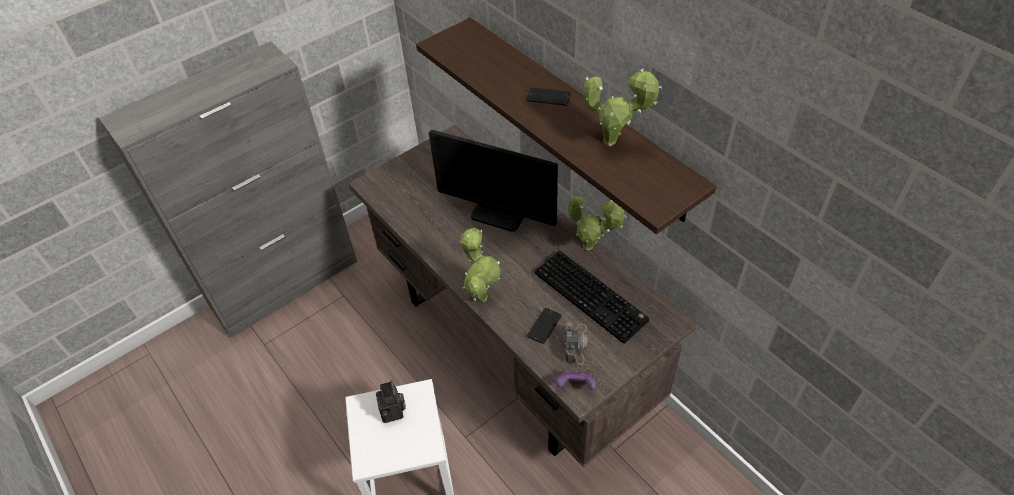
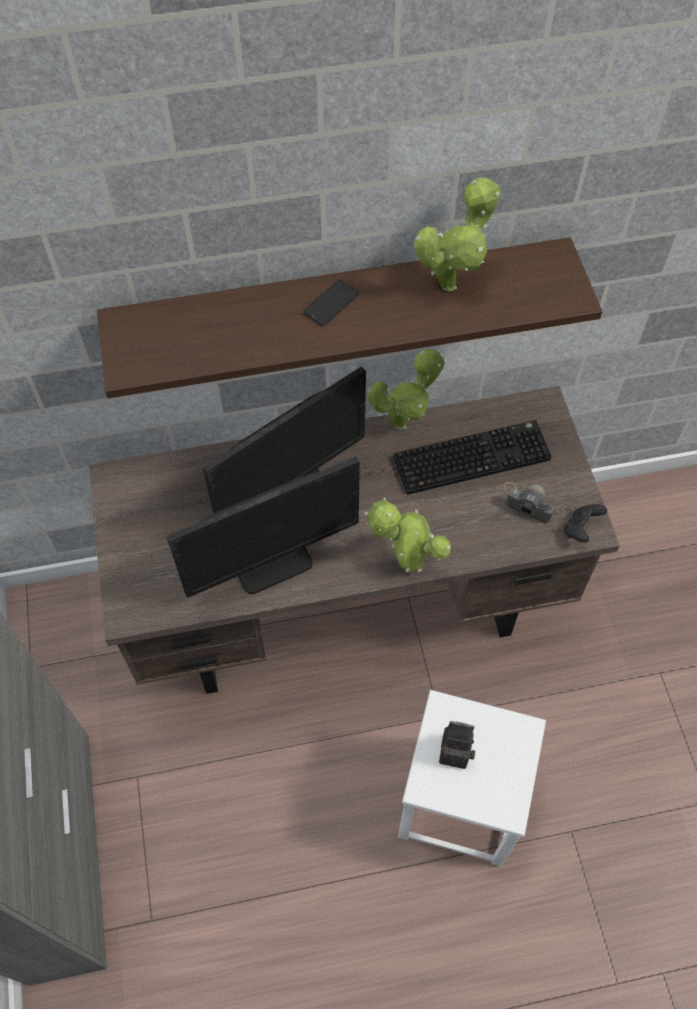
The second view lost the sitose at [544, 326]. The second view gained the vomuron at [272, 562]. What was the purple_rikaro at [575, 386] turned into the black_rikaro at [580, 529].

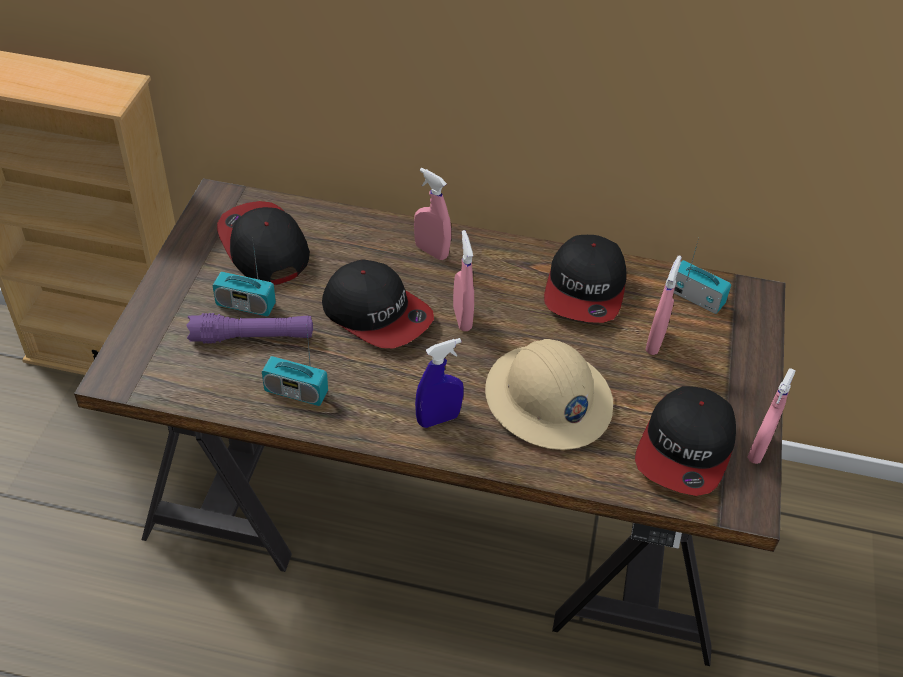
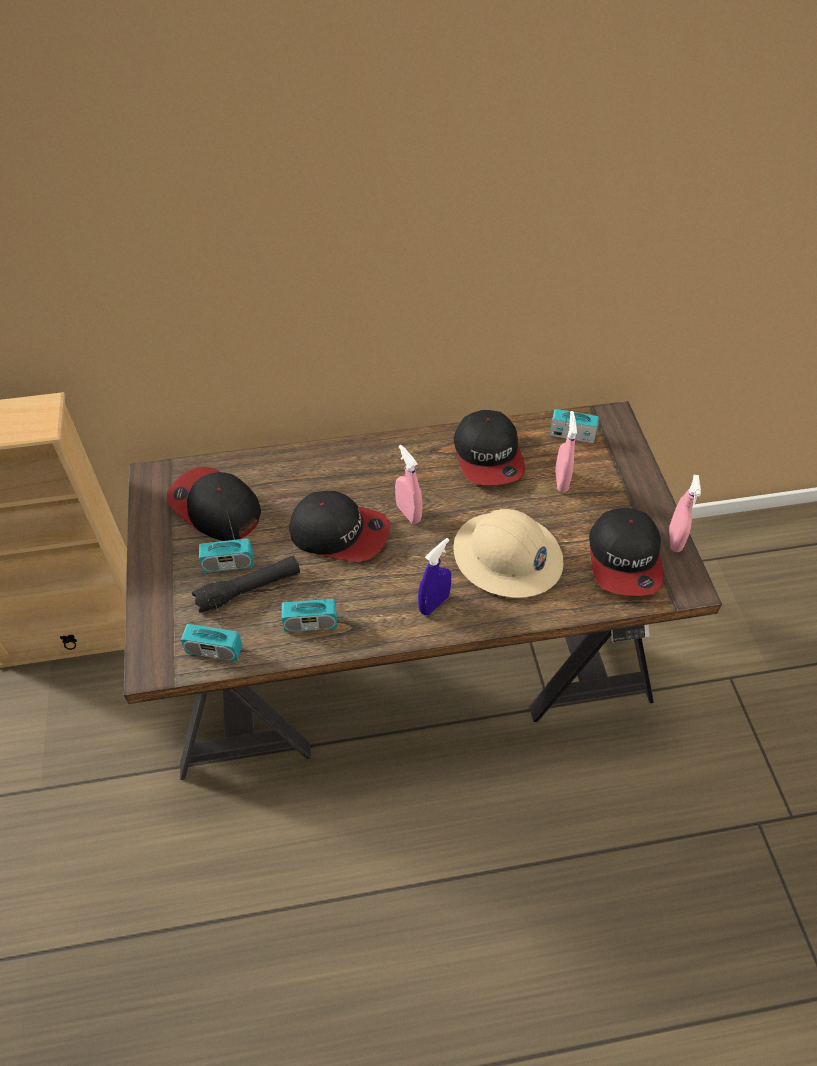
The second view lost the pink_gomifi at [431, 251]. The second view gained the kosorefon at [214, 650]. What was the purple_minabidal at [252, 337] turned into the black_minabidal at [249, 589].

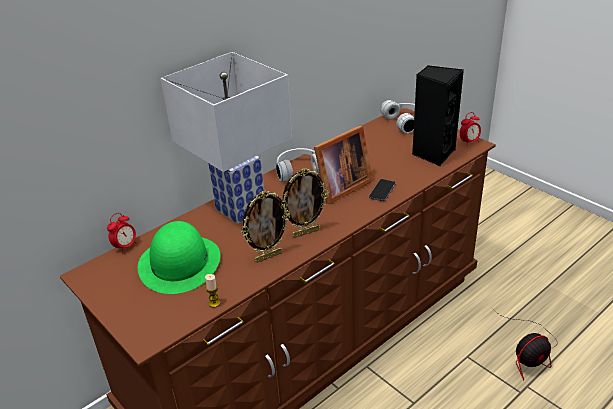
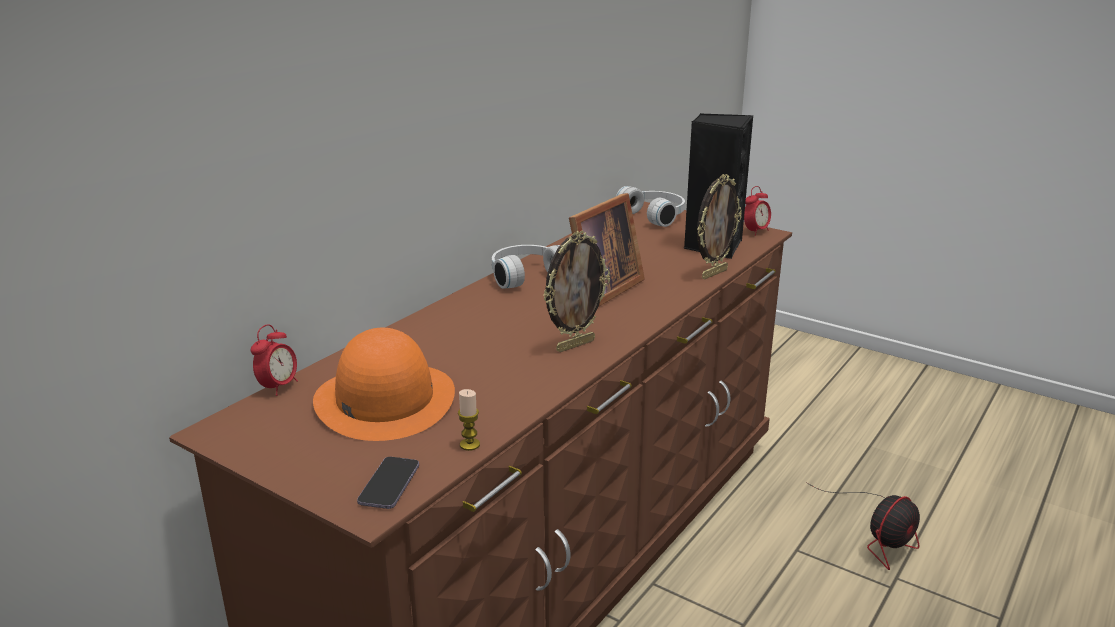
The second view lost the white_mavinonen at [242, 209]. The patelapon ended up elsewhere, having gone from [268, 256] to [713, 273]. The sitose ended up elsewhere, having gone from [382, 191] to [389, 485]. What was the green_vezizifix at [179, 263] turned into the orange_vezizifix at [384, 399].

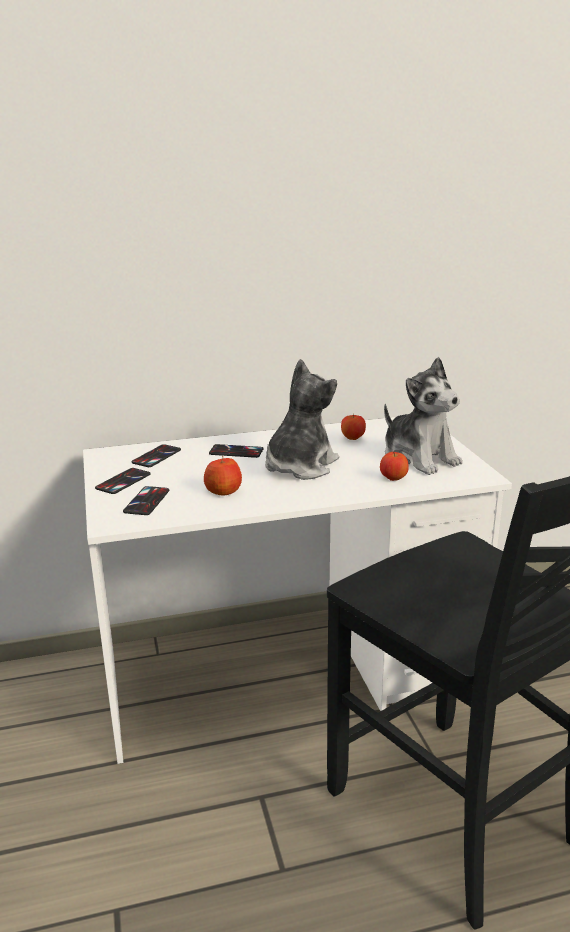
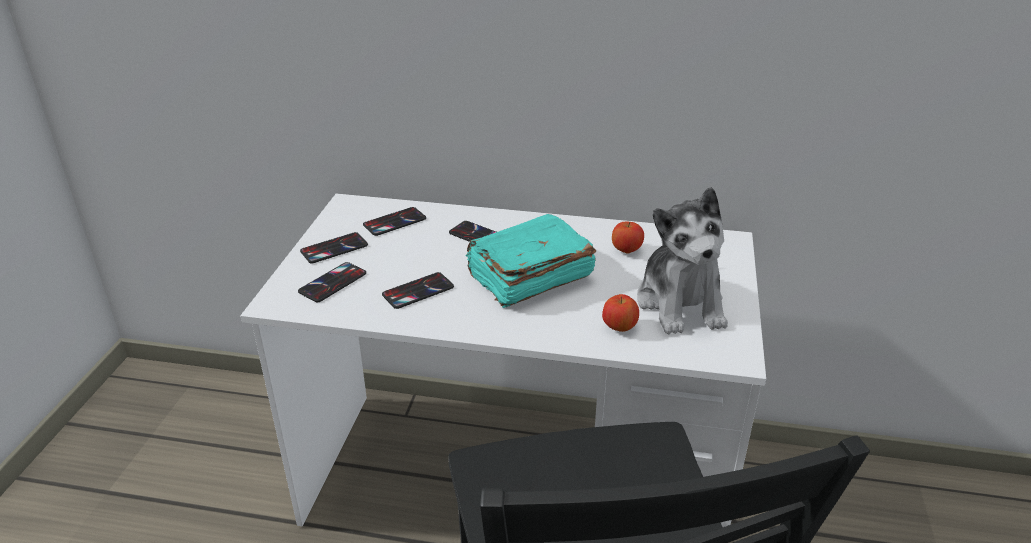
Where the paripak stood at [223, 491], the sitose came to stand at [418, 291]. Where the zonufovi stood at [299, 467], the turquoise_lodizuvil came to stand at [528, 278].

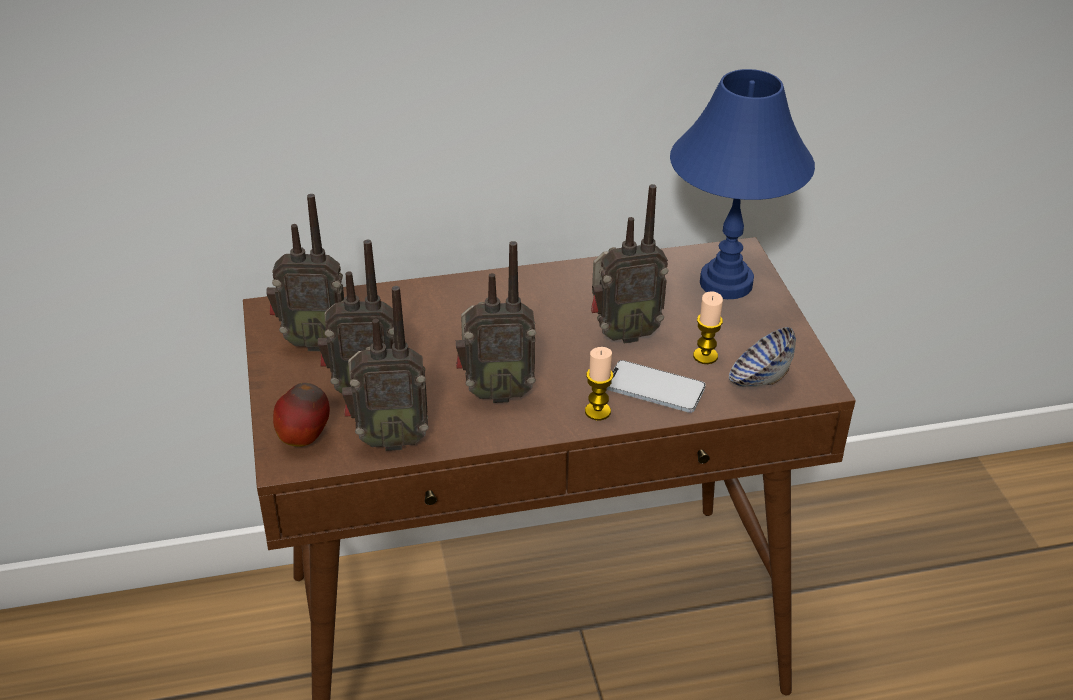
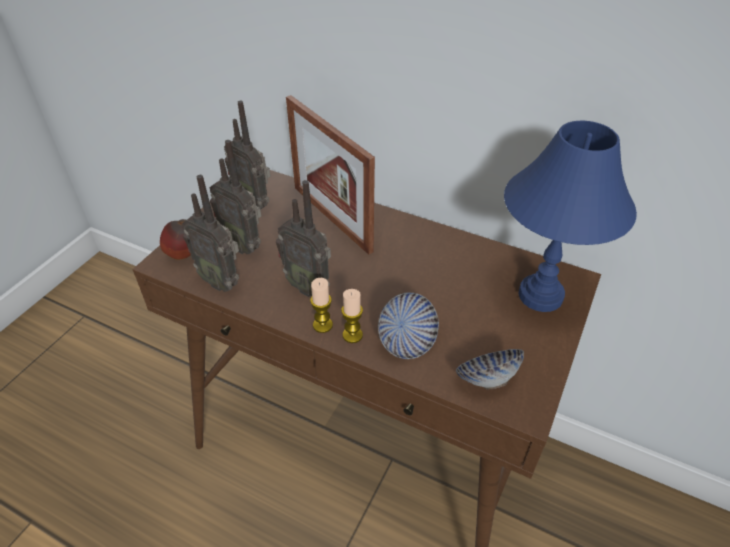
The second view lost the kosorefon at [622, 334]. The second view gained the patelapon at [331, 218]. The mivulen ended up elsewhere, having gone from [705, 356] to [322, 325]. Where the sitose stood at [655, 388], the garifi came to stand at [406, 341].

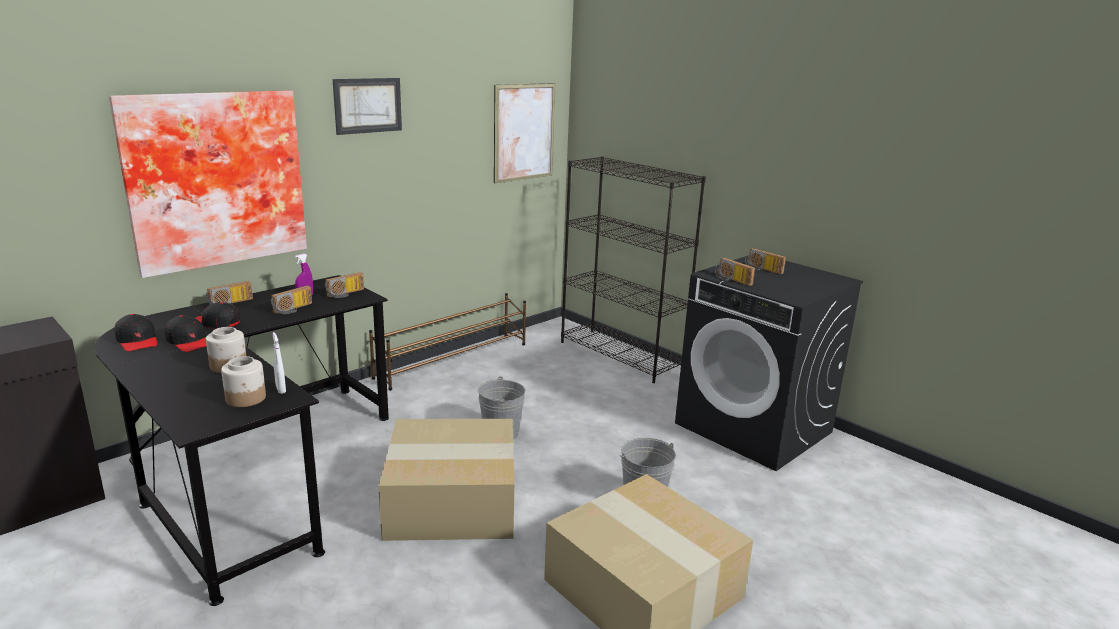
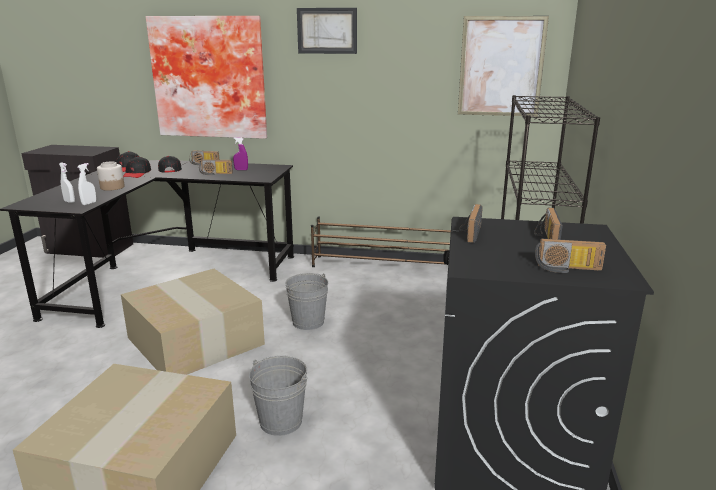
The kosorefon ended up elsewhere, having gone from [346, 294] to [567, 269]. Where the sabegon stood at [246, 398], the white_gomifi came to stand at [69, 202].

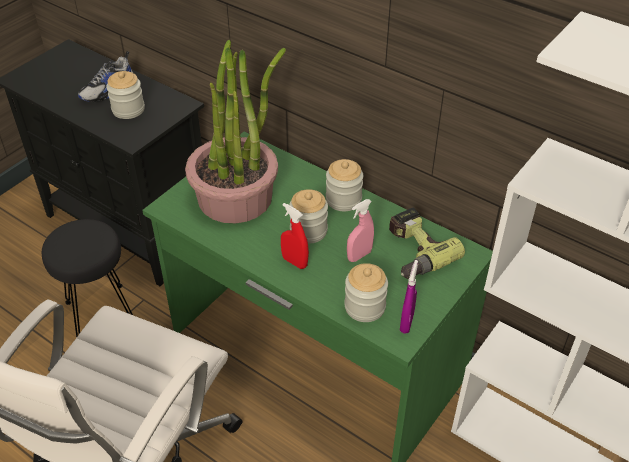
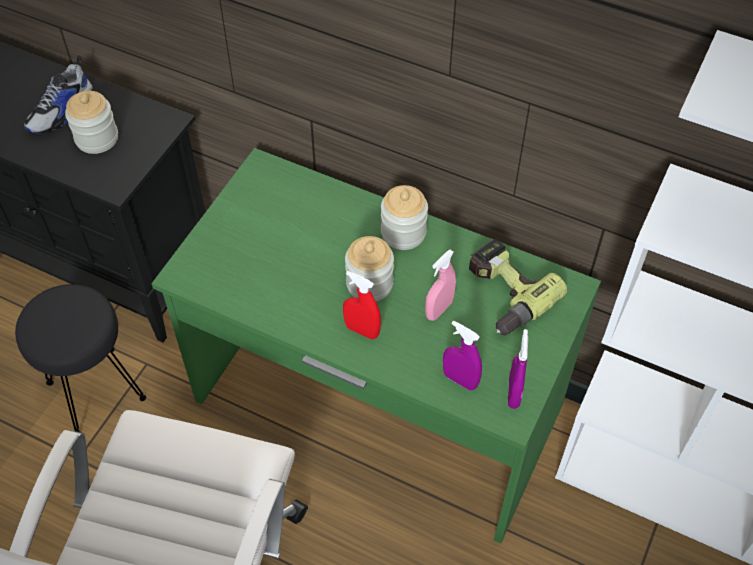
The second view lost the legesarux at [236, 197]. Where the sabegon stood at [364, 307], the purple_gomifi came to stand at [460, 380].

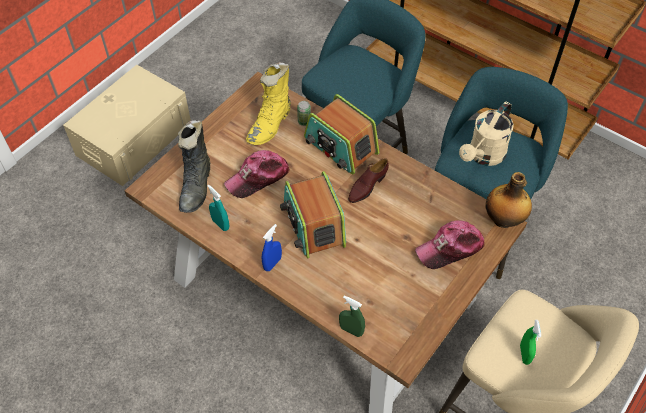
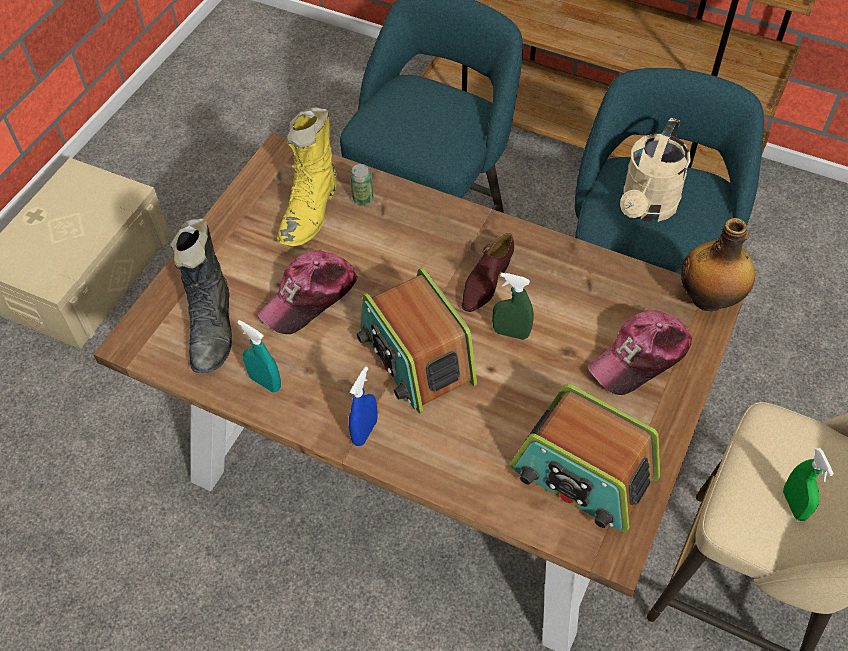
The kosorefon ended up elsewhere, having gone from [340, 146] to [583, 474]. The green_gomifi ended up elsewhere, having gone from [351, 330] to [511, 333].

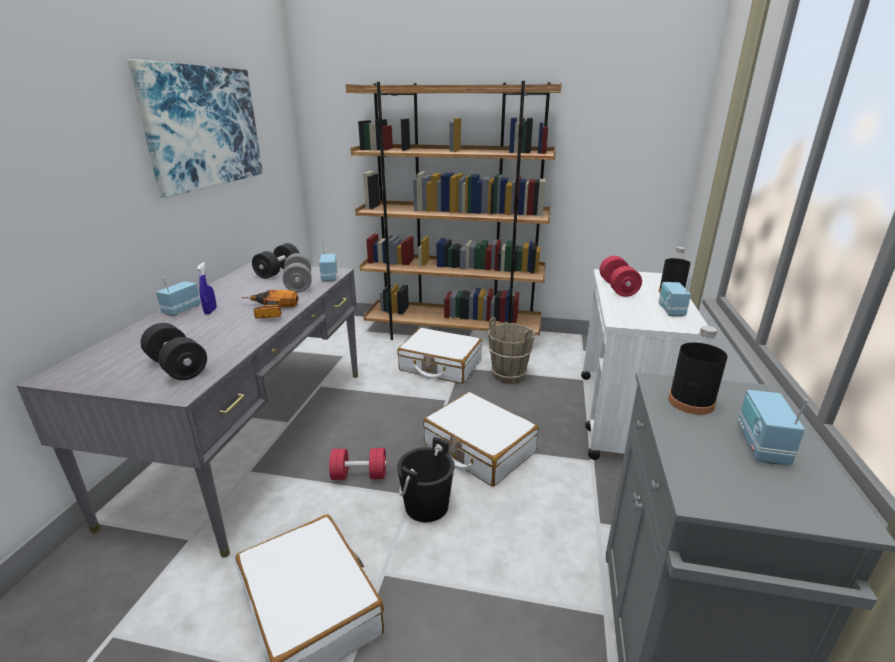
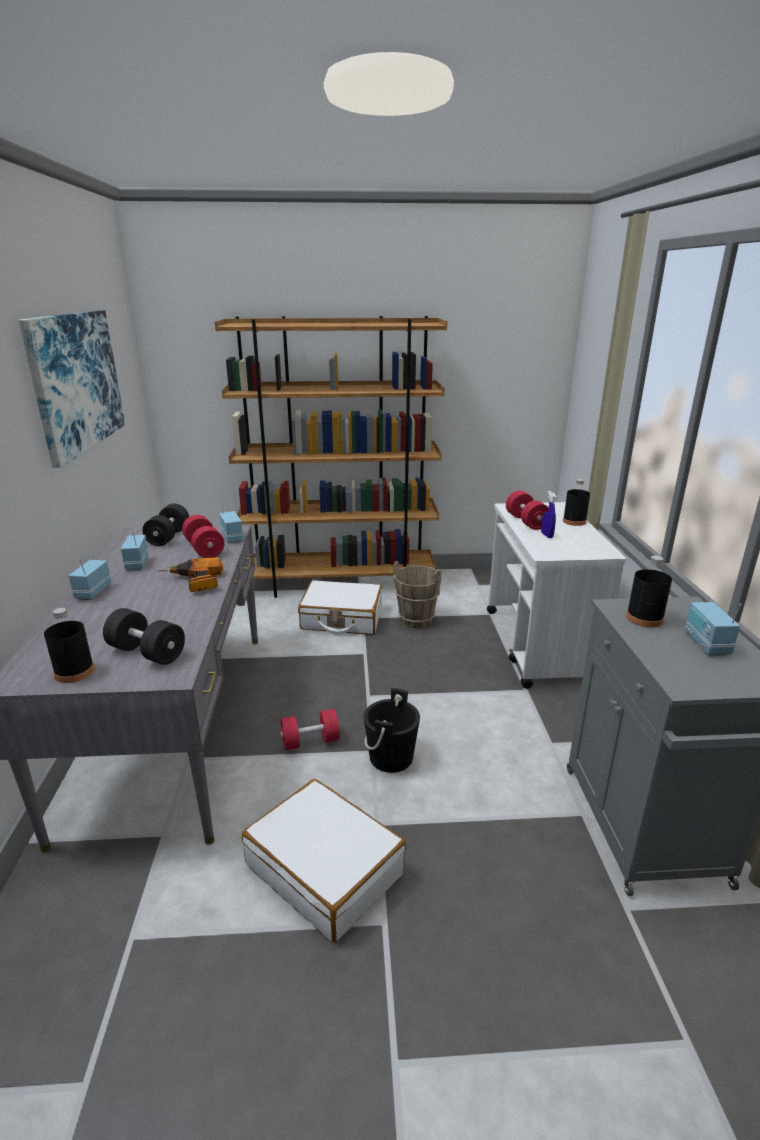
The second view lost the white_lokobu at [478, 449]. The second view gained the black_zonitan at [74, 672]. The blue_gomifi ended up elsewhere, having gone from [210, 311] to [546, 535]. The kosorefon ended up elsewhere, having gone from [670, 310] to [136, 564]. What was the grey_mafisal at [299, 284] turned into the red_mafisal at [204, 549].

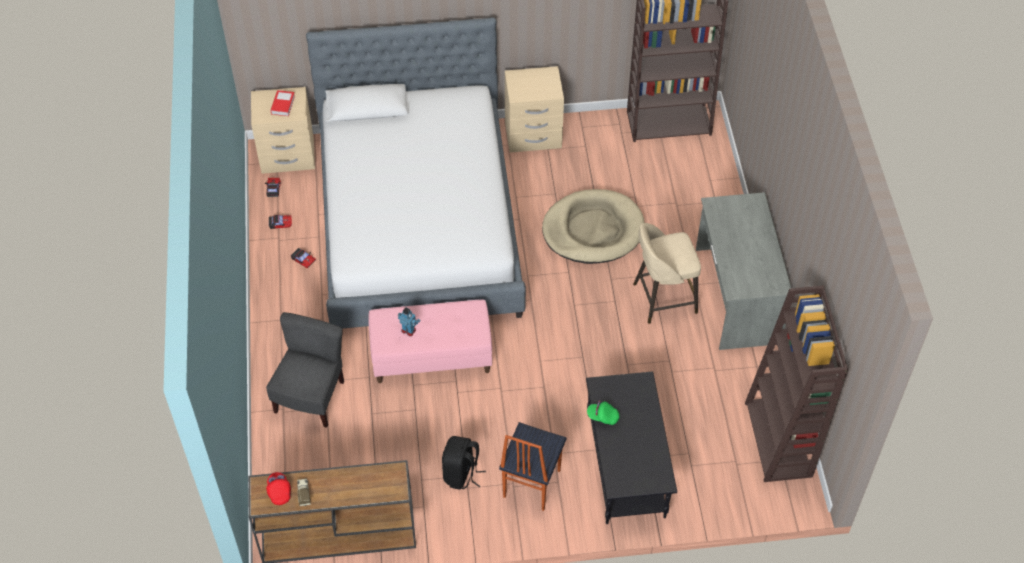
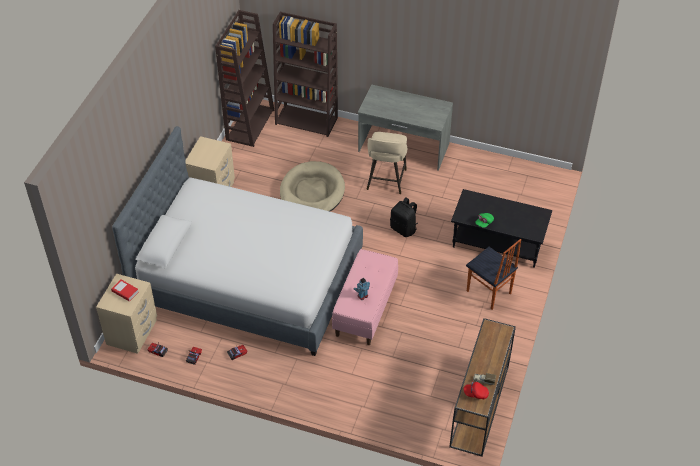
The second view lost the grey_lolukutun at [311, 397]. The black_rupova ended up elsewhere, having gone from [461, 474] to [404, 229]. The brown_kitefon ended up elsewhere, having gone from [779, 440] to [307, 120].

